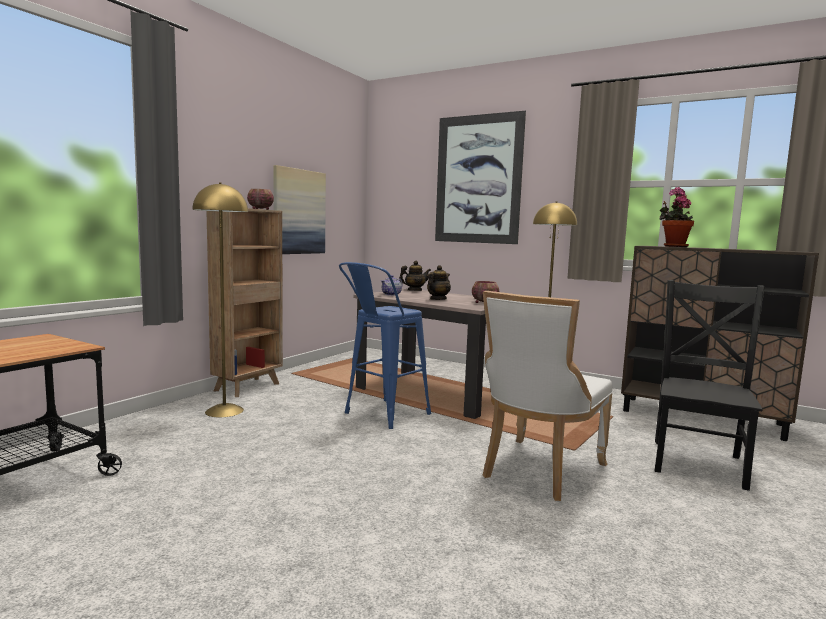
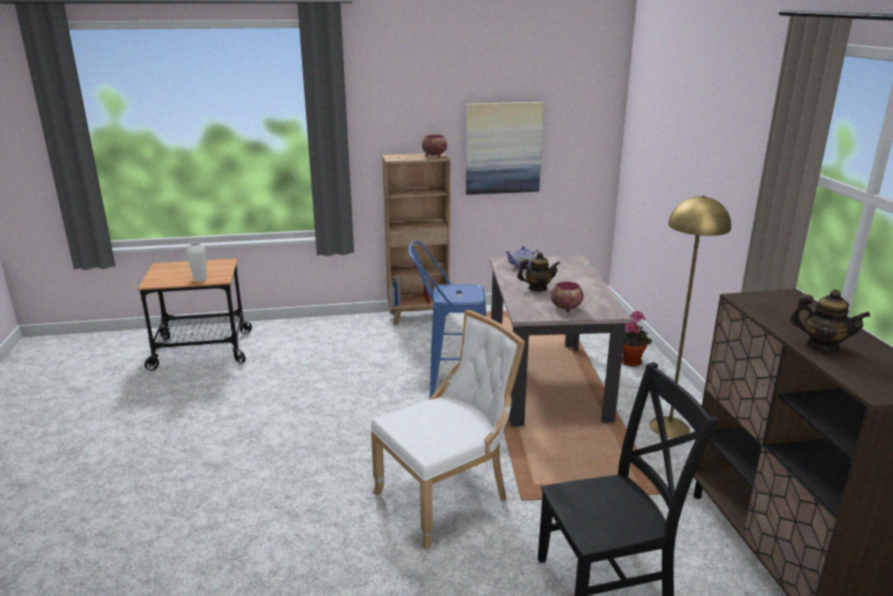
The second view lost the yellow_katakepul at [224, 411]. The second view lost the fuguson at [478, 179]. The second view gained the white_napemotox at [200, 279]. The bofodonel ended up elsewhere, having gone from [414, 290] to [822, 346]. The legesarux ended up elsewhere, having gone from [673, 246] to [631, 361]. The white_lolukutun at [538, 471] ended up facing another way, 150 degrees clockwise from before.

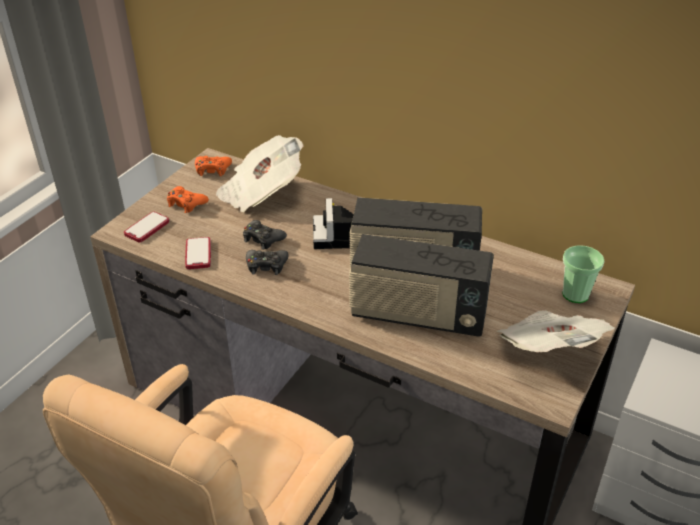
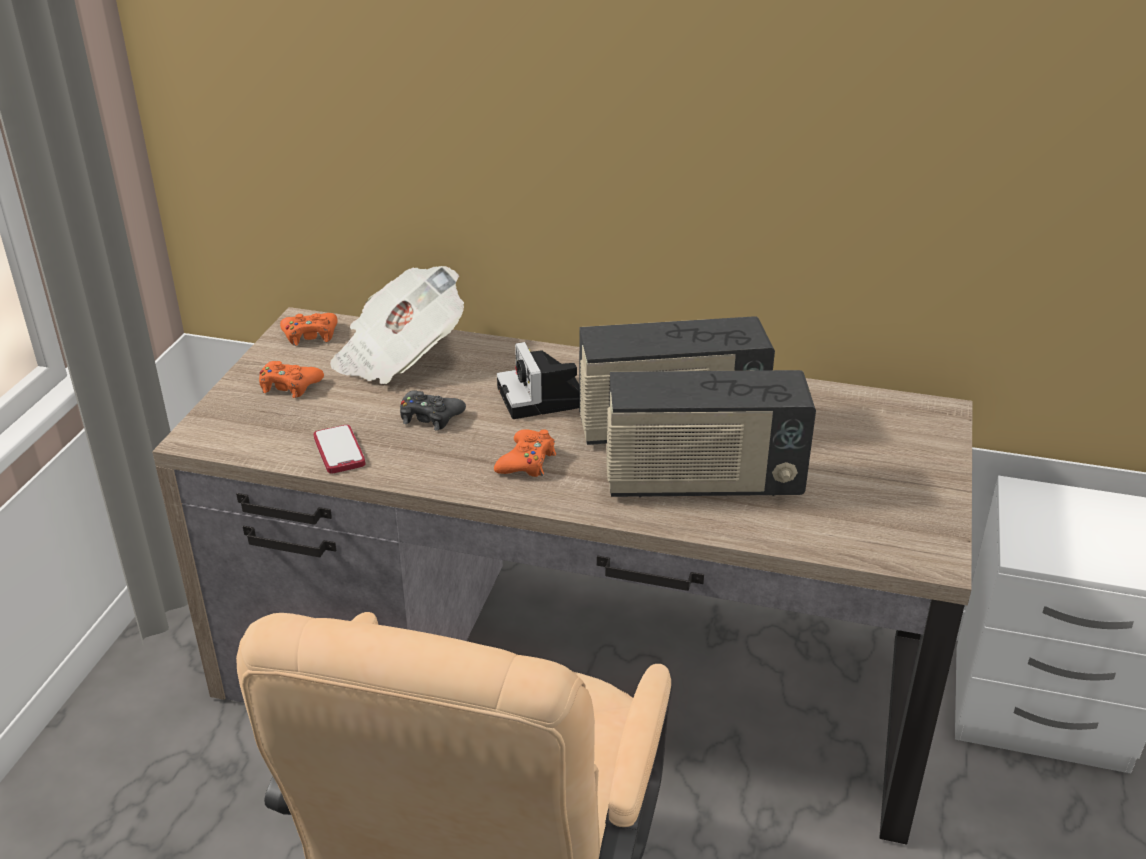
The second view lost the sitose at [147, 228]. The second view lost the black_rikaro at [266, 265]. The second view lost the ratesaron at [549, 350]. The second view lost the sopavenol at [575, 294]. The second view gained the orange_rikaro at [527, 462].

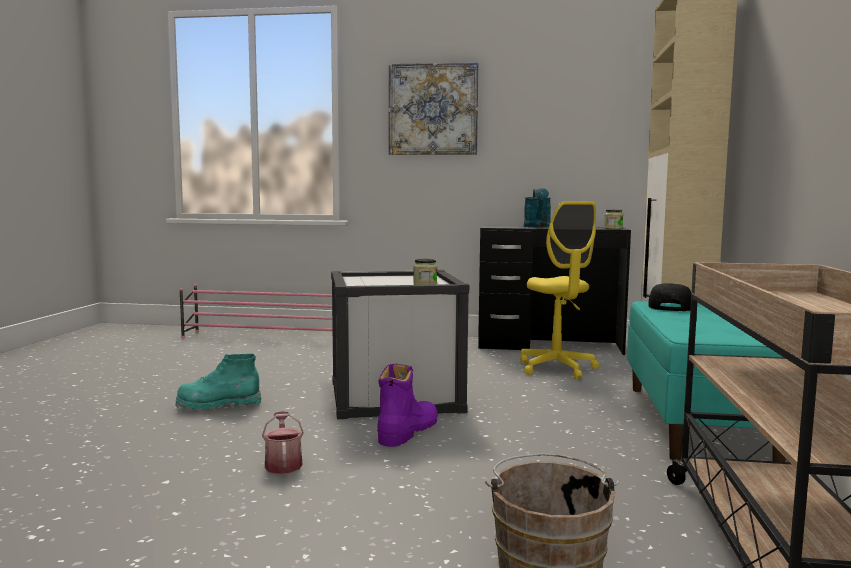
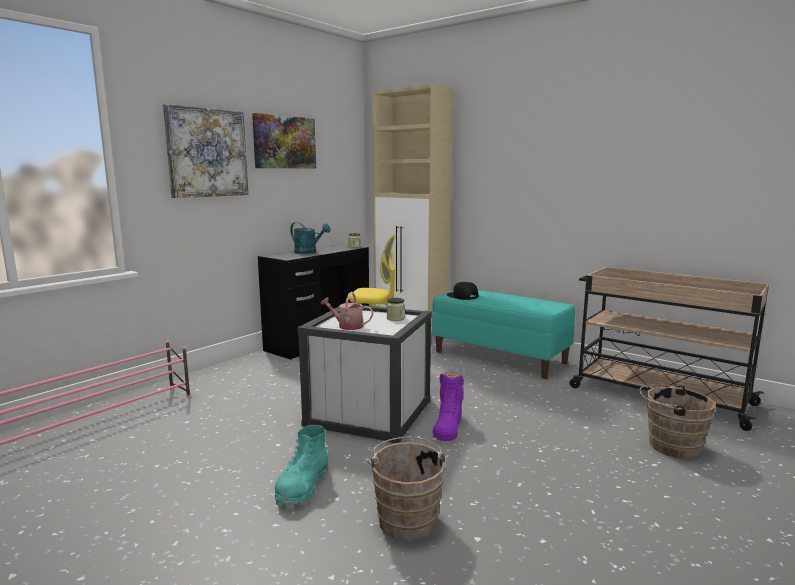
The second view gained the fuguson at [284, 142]. The second view gained the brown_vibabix at [407, 518]. The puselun ended up elsewhere, having gone from [283, 463] to [347, 326]. The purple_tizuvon at [407, 431] ended up facing another way, 135 degrees counterclockwise from before.

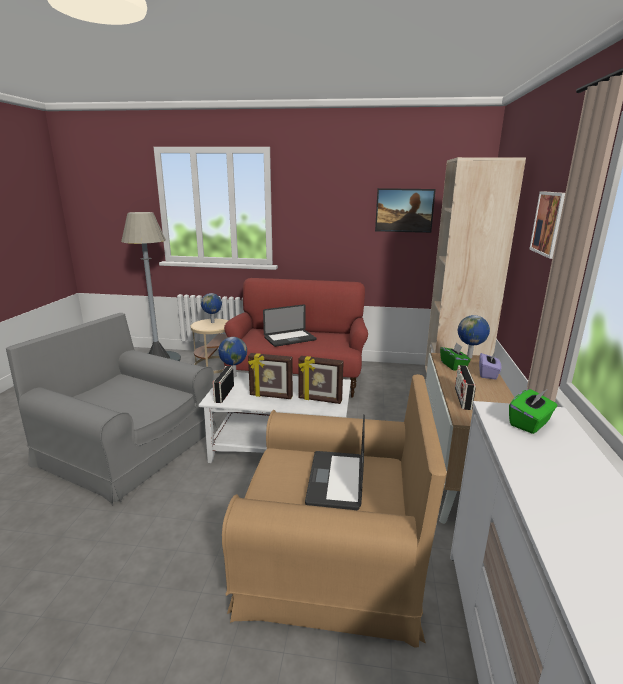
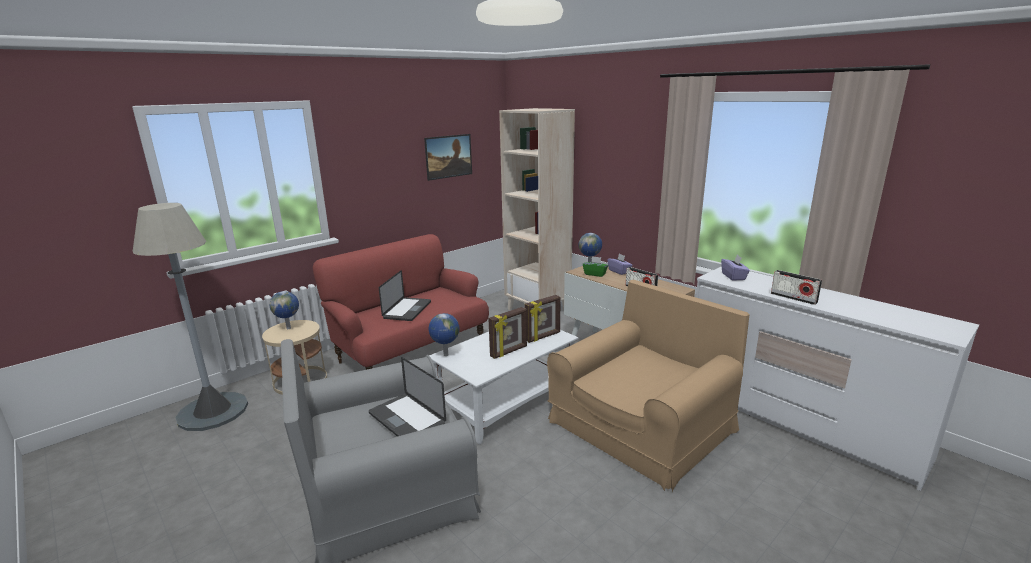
The second view lost the fuguson at [552, 223]. The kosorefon ended up elsewhere, having gone from [224, 394] to [793, 298]. The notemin ended up elsewhere, having gone from [336, 480] to [407, 419]. What was the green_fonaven at [530, 423] turned into the purple_fonaven at [733, 276].

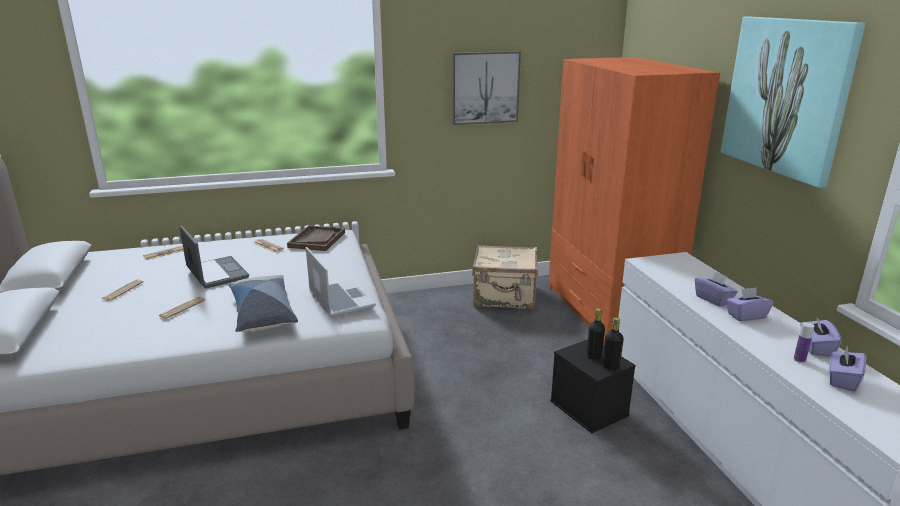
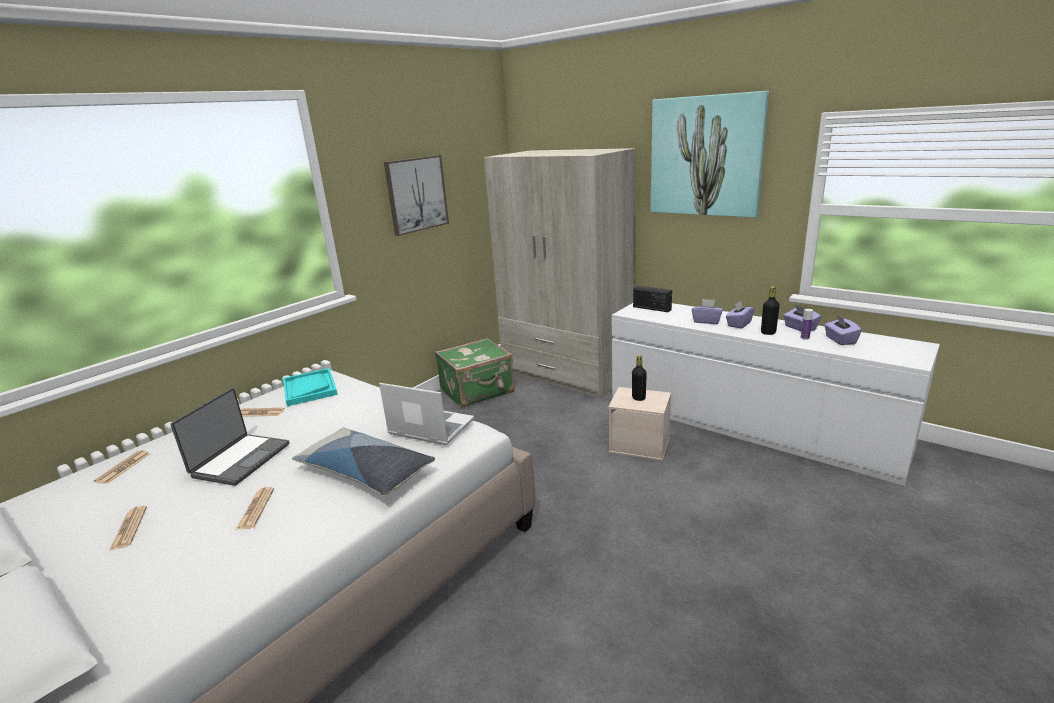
The second view gained the kosorefon at [651, 308]. The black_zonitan ended up elsewhere, having gone from [611, 366] to [768, 332]. What was the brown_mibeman at [317, 240] turned into the turquoise_mibeman at [309, 388]. What was the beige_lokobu at [505, 297] turned into the green_lokobu at [478, 391]. What was the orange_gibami at [607, 311] turned into the beige_gibami at [567, 373]. What was the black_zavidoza at [590, 408] turned into the beige_zavidoza at [640, 444]. The notemin at [216, 273] ended up facing another way, 90 degrees clockwise from before.

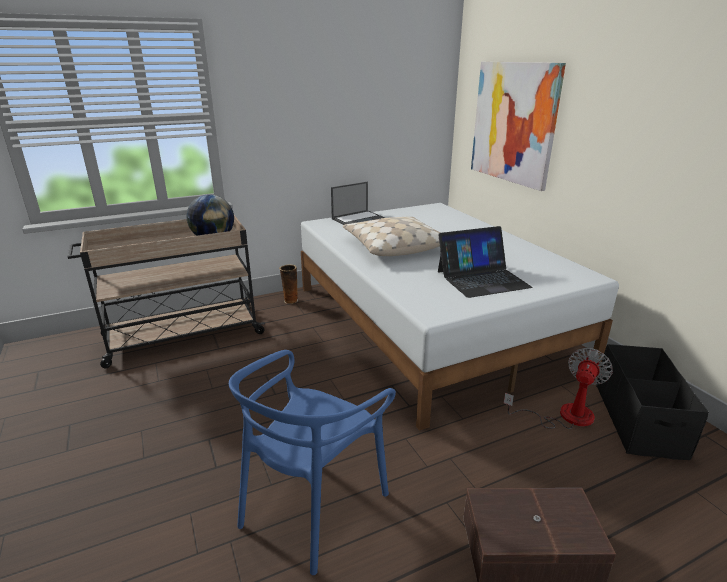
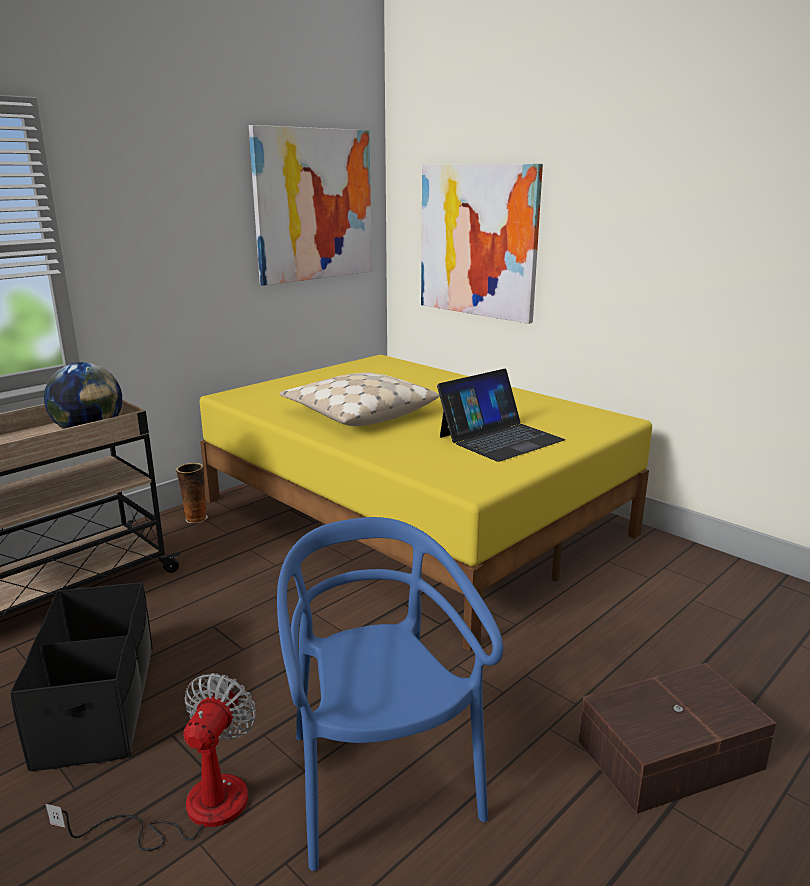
The second view lost the notemin at [359, 219]. The second view gained the fuguson at [314, 205]. The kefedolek ended up elsewhere, having gone from [564, 416] to [192, 809]. The black_zavidoza ended up elsewhere, having gone from [639, 420] to [98, 704]. What was the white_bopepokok at [431, 323] turned into the yellow_bopepokok at [414, 516]. The blue_lolukutun at [312, 505] ended up facing another way, 150 degrees clockwise from before.

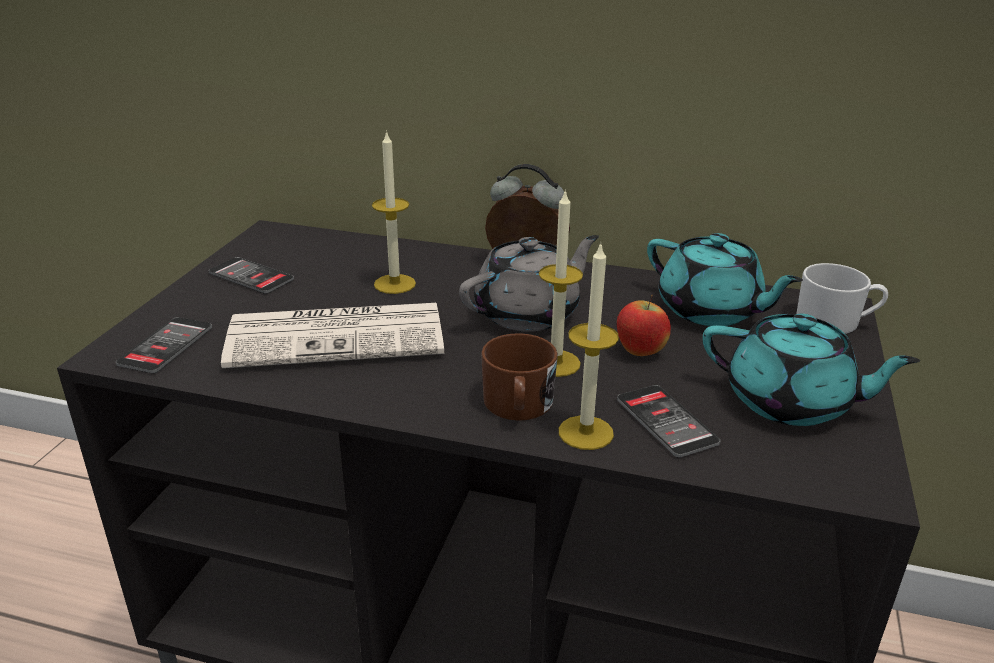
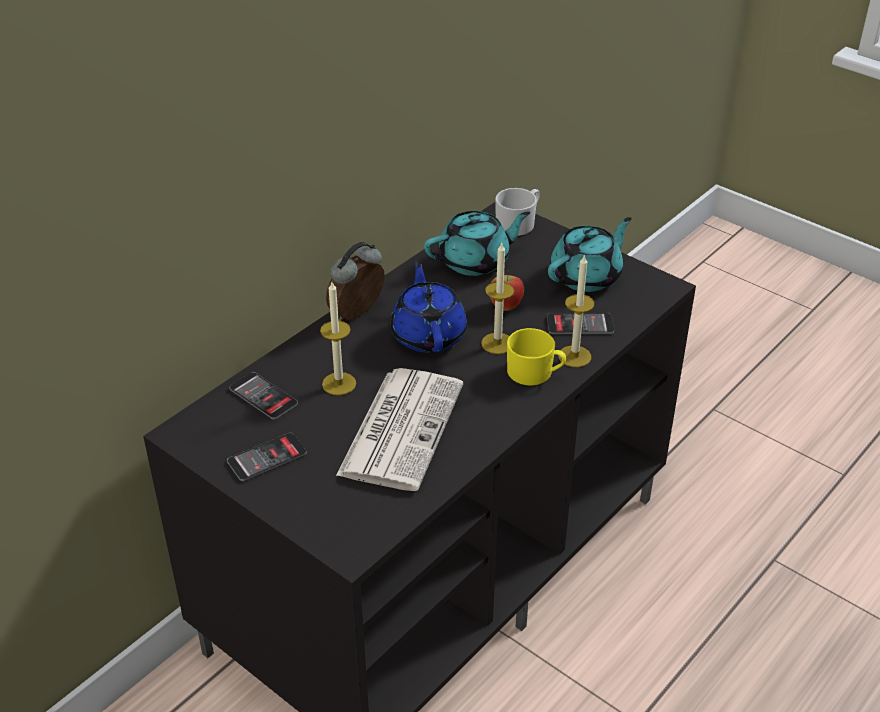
The sitose ended up elsewhere, having gone from [166, 346] to [263, 396]. What was the grey_bofodonel at [529, 314] turned into the blue_bofodonel at [428, 334]. What was the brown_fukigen at [518, 406] turned into the yellow_fukigen at [535, 373].

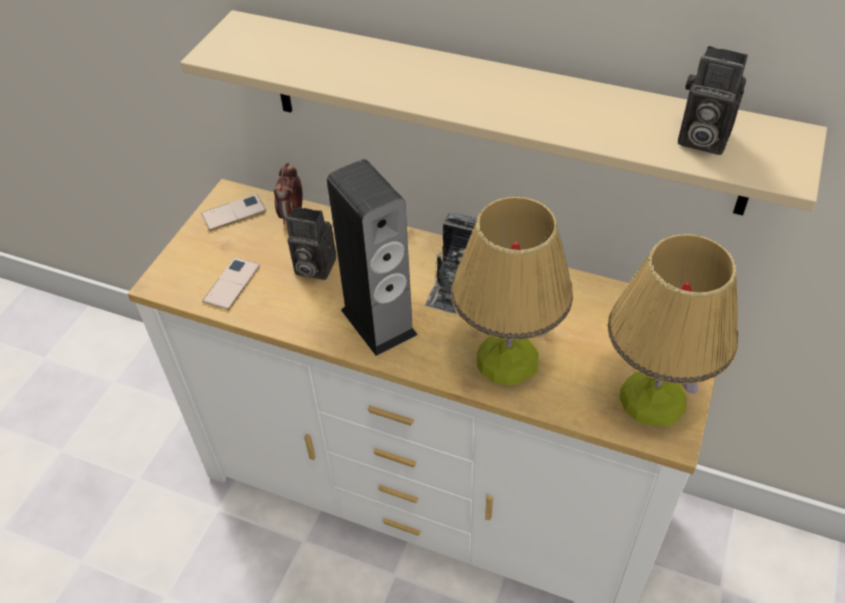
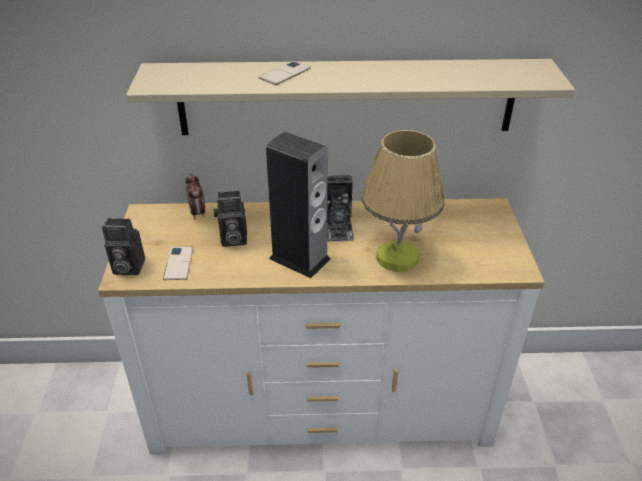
The second view lost the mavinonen at [652, 398]. The sitose ended up elsewhere, having gone from [234, 213] to [285, 73]. The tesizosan ended up elsewhere, having gone from [700, 139] to [126, 267].

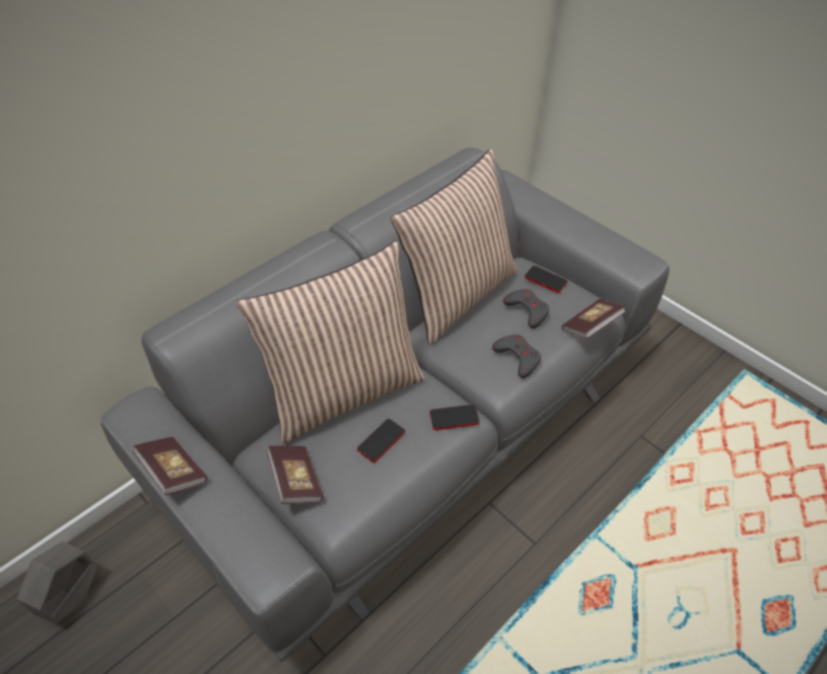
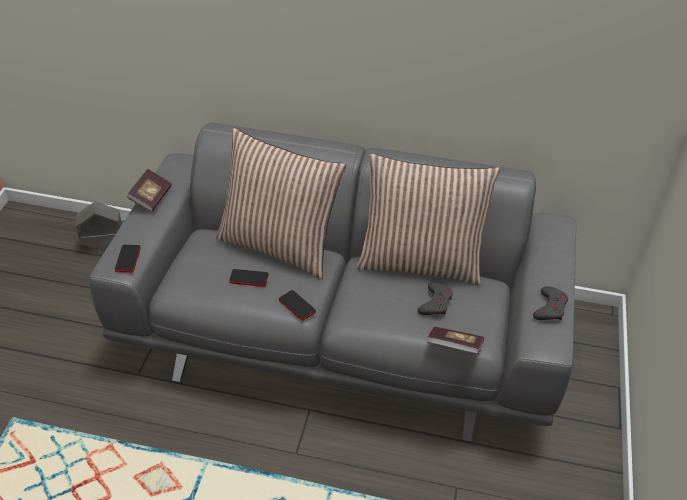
The second view lost the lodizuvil at [296, 481]. The grey_rikaro ended up elsewhere, having gone from [517, 357] to [550, 308]. The sitose ended up elsewhere, having gone from [545, 280] to [128, 259].

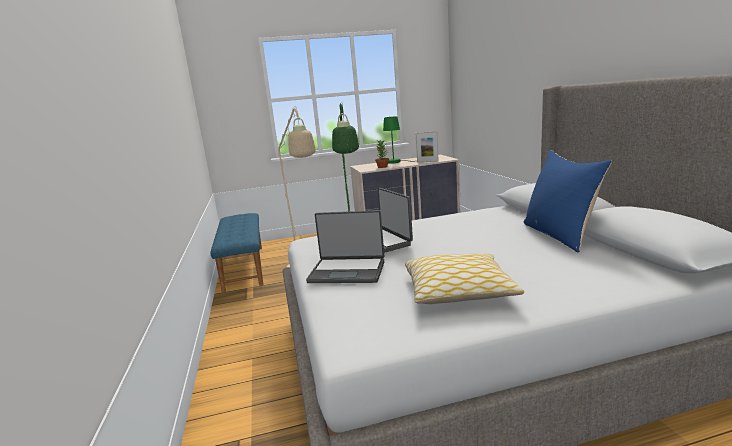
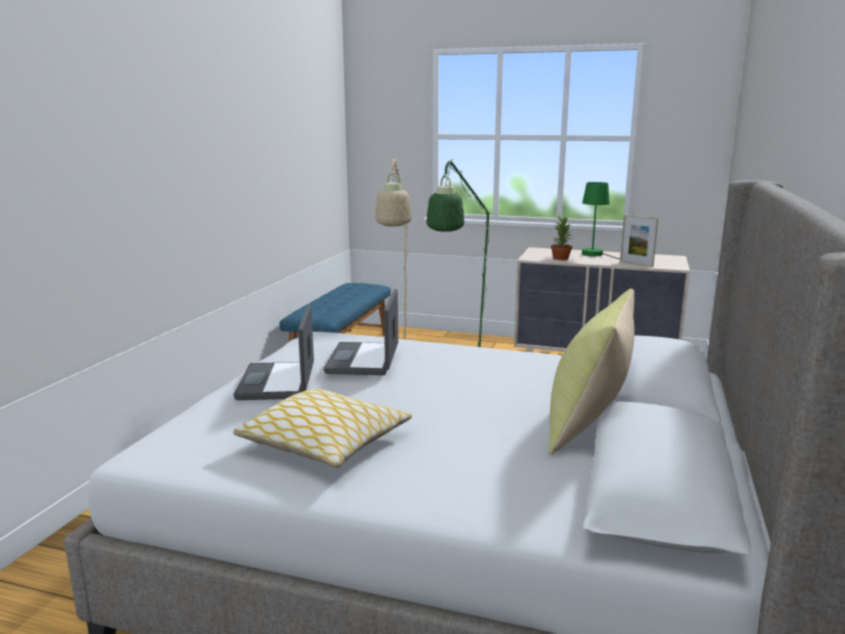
What was the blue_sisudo at [560, 235] turned into the yellow_sisudo at [587, 425]. The notemin at [347, 271] ended up facing another way, 45 degrees clockwise from before.

